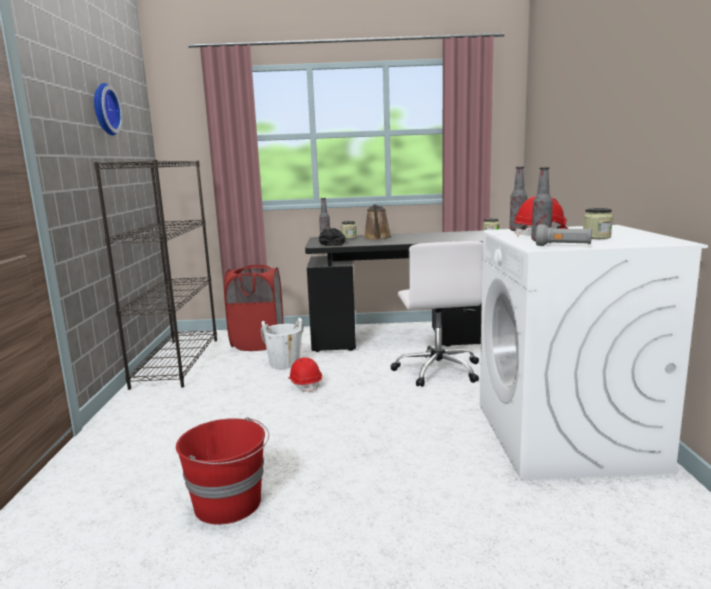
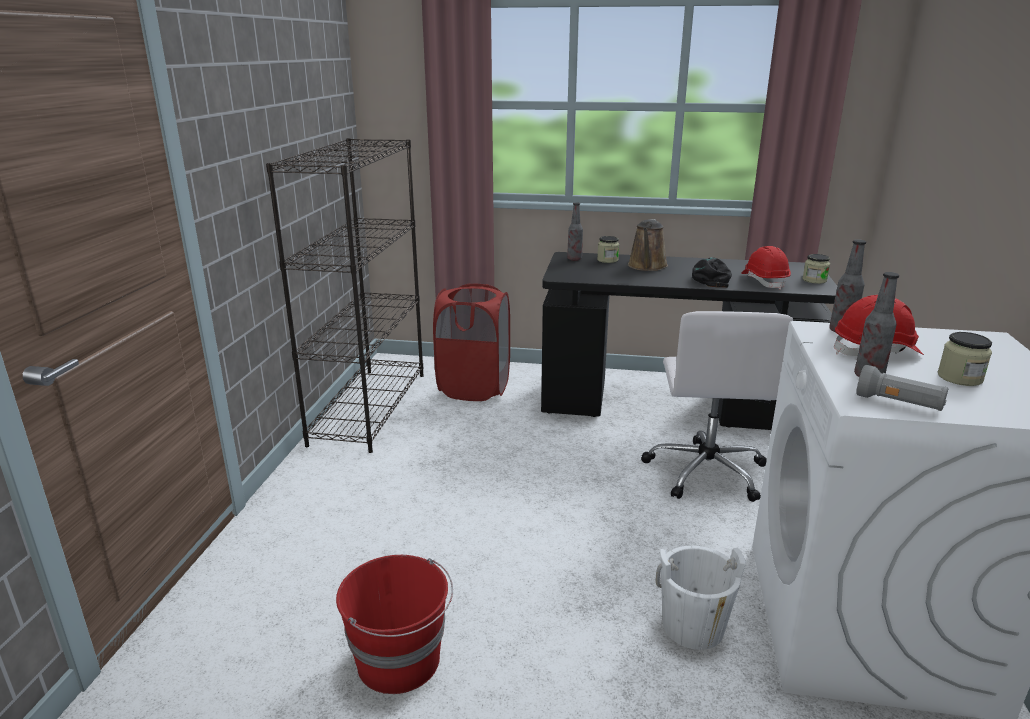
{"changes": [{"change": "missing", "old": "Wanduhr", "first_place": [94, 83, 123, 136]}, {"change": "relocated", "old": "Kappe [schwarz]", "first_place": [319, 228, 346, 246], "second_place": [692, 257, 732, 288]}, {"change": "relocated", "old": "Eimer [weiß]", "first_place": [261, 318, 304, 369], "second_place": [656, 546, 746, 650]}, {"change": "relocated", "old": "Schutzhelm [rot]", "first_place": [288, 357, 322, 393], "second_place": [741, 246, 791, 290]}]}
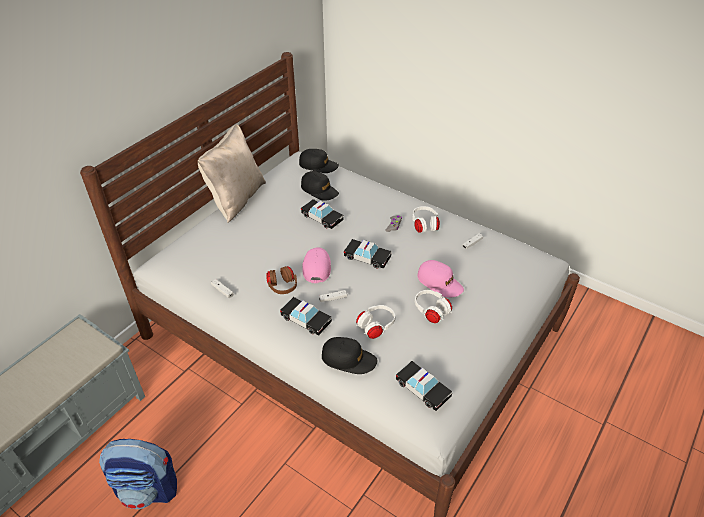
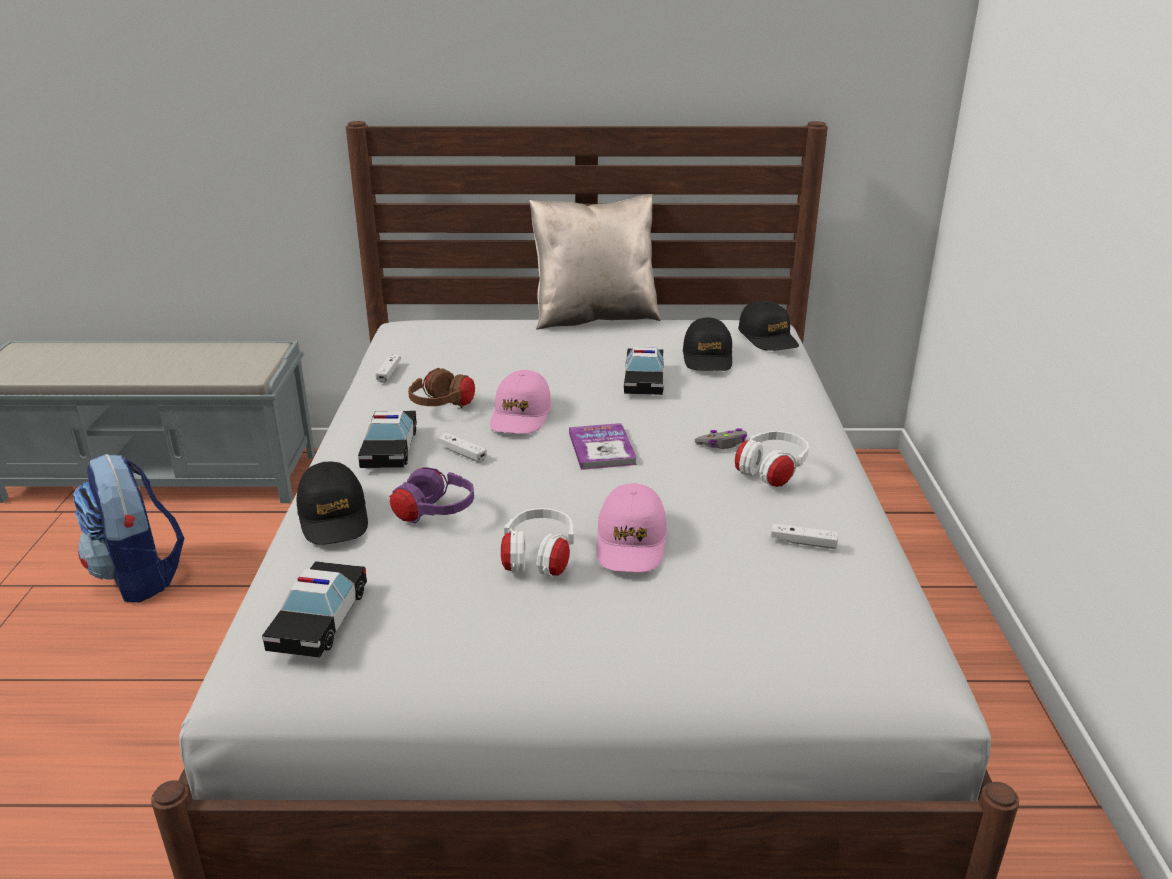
{"changes": [{"change": "exchanged", "old": "Spielzeugauto", "new": "Buch", "first_place": [344, 239, 392, 269], "second_place": [569, 423, 637, 470]}, {"change": "spun", "old": "Kappe [rosa]", "first_place": [302, 247, 331, 283], "second_place": [490, 370, 551, 434], "degrees": 135}, {"change": "colour", "old": "Kopfhörer [weiß]", "new": "Kopfhörer [lila]", "first_place": [356, 305, 395, 339], "second_place": [389, 467, 474, 523]}]}
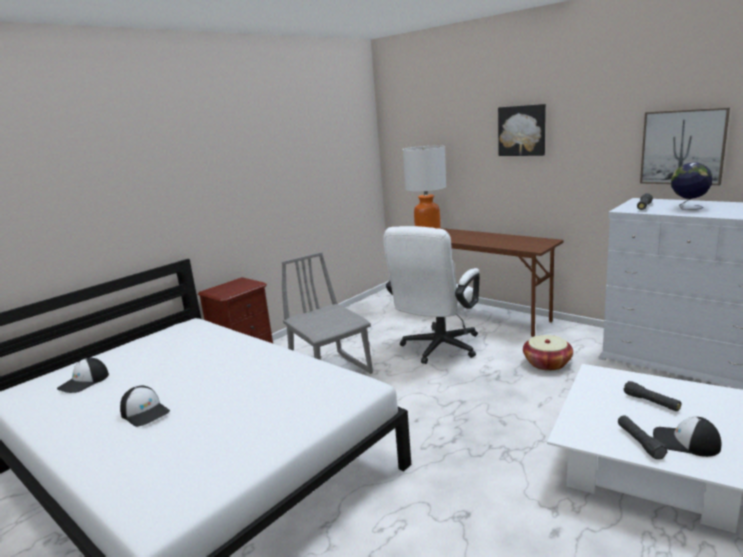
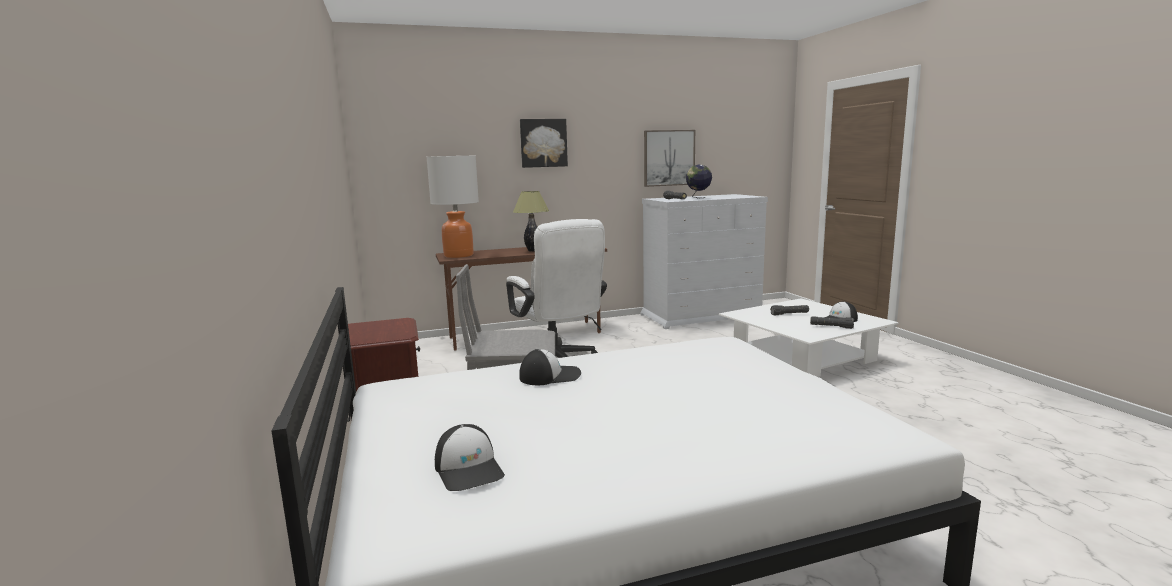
{"changes": [{"change": "missing", "old": "Korb", "first_place": [523, 335, 573, 371]}, {"change": "relocated", "old": "Kappe", "first_place": [120, 386, 170, 427], "second_place": [519, 349, 581, 385]}, {"change": "appeared", "new": "Tischlampe", "second_place": [513, 191, 549, 252]}]}
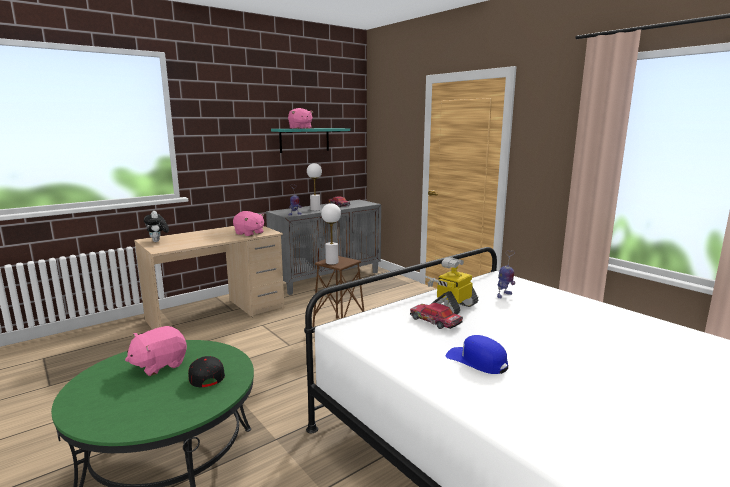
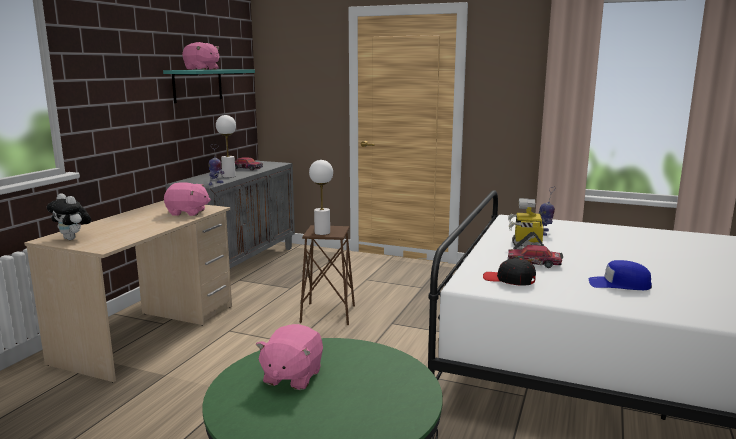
{"changes": [{"change": "relocated", "old": "Kappe [schwarz]", "first_place": [188, 356, 225, 387], "second_place": [483, 258, 536, 286]}]}
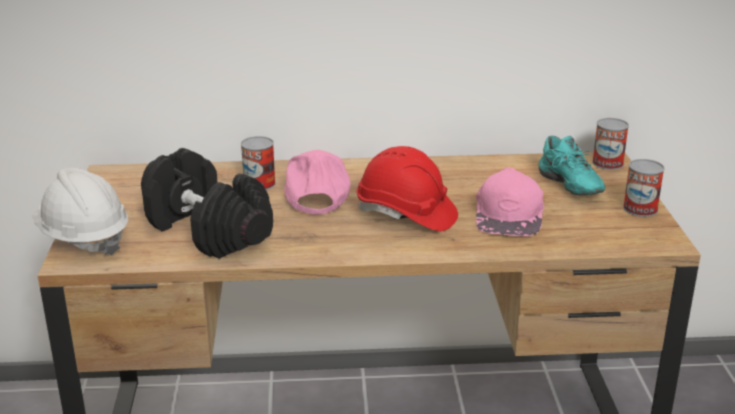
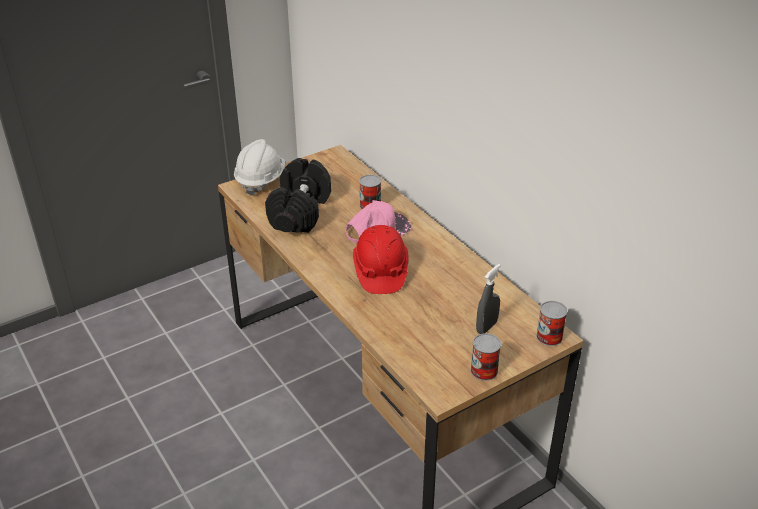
{"changes": [{"change": "exchanged", "old": "Schuh [türkis]", "new": "Sprühflasche [grau]", "first_place": [539, 136, 605, 196], "second_place": [476, 264, 501, 334]}, {"change": "missing", "old": "Kappe [rosa]", "first_place": [476, 167, 544, 236]}]}
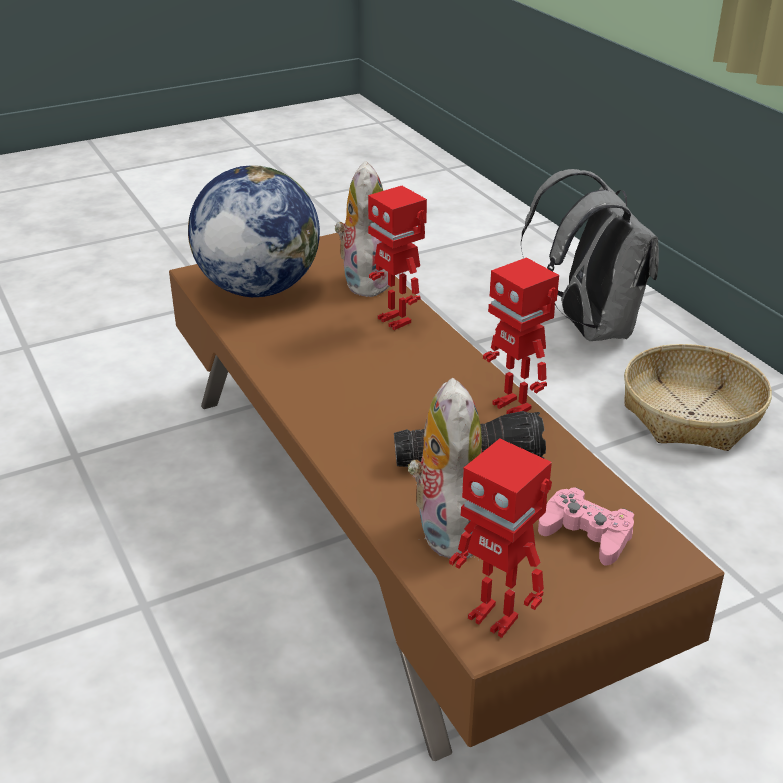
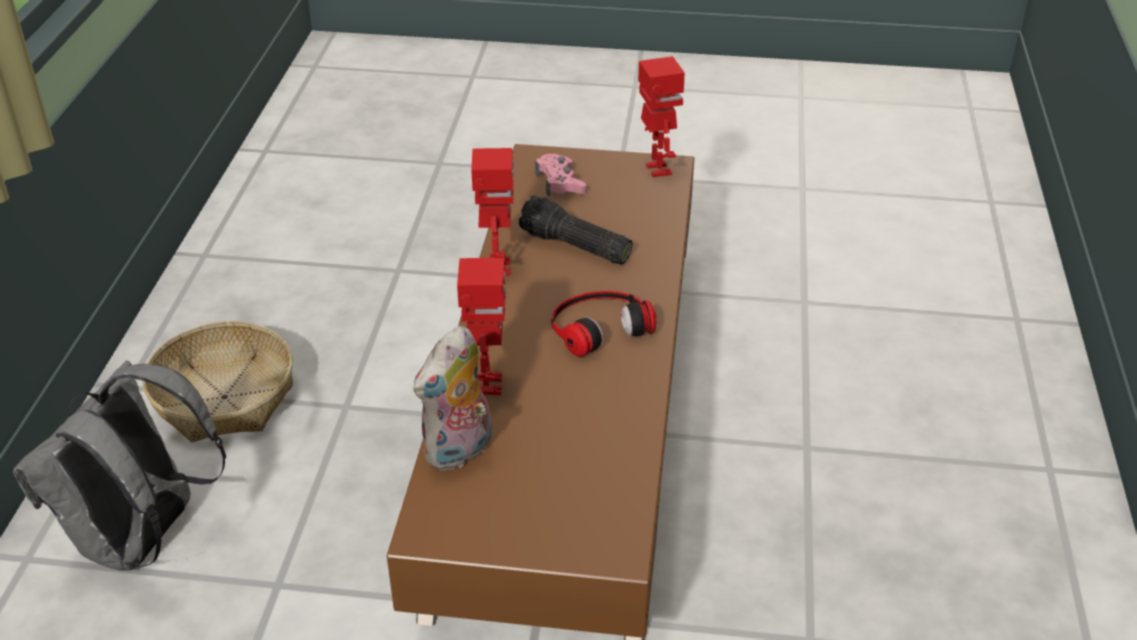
{"changes": [{"change": "missing", "old": "Globus", "first_place": [188, 165, 320, 297]}, {"change": "missing", "old": "Plüschtier", "first_place": [408, 378, 482, 560]}, {"change": "appeared", "new": "Kopfhörer", "second_place": [551, 291, 657, 357]}]}
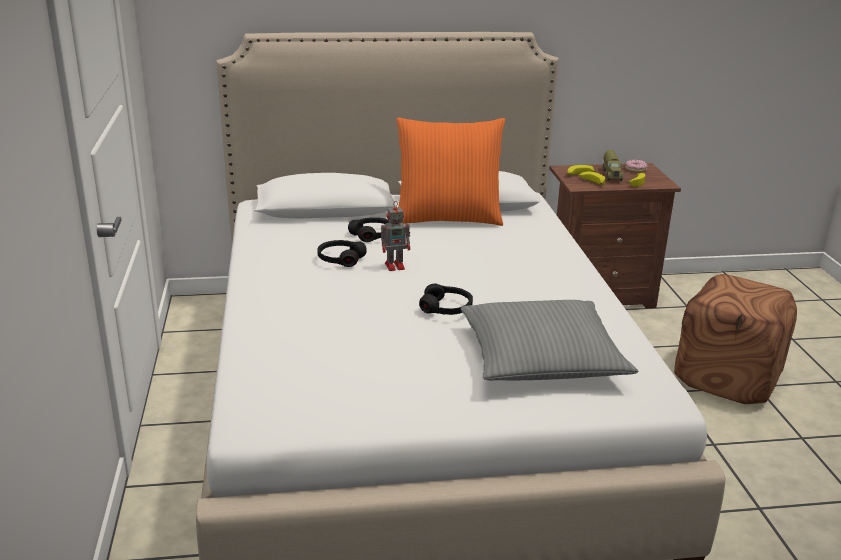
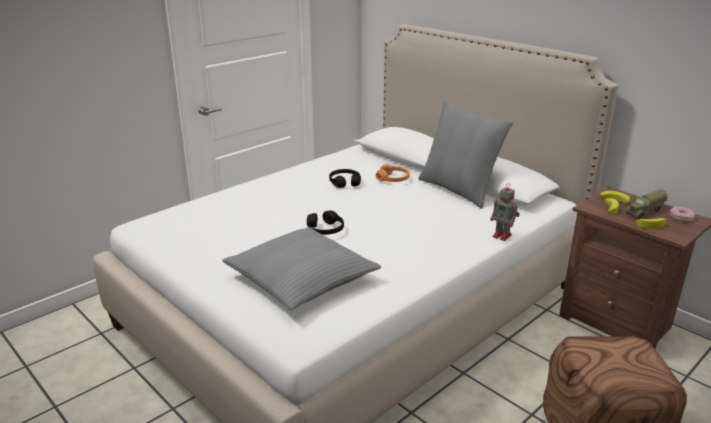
{"changes": [{"change": "colour", "old": "Kissen [orange]", "new": "Kissen [grau]", "first_place": [397, 118, 505, 226], "second_place": [418, 101, 513, 209]}, {"change": "relocated", "old": "Spielzeugroboter", "first_place": [381, 201, 410, 271], "second_place": [491, 183, 520, 241]}, {"change": "colour", "old": "Kopfhörer [schwarz]", "new": "Kopfhörer [orange]", "first_place": [348, 217, 389, 242], "second_place": [376, 164, 410, 182]}]}
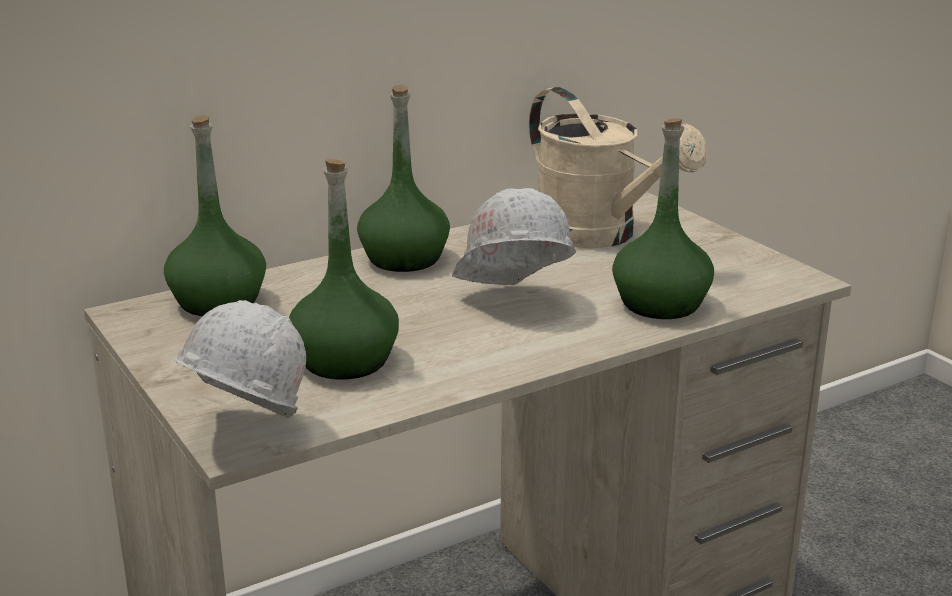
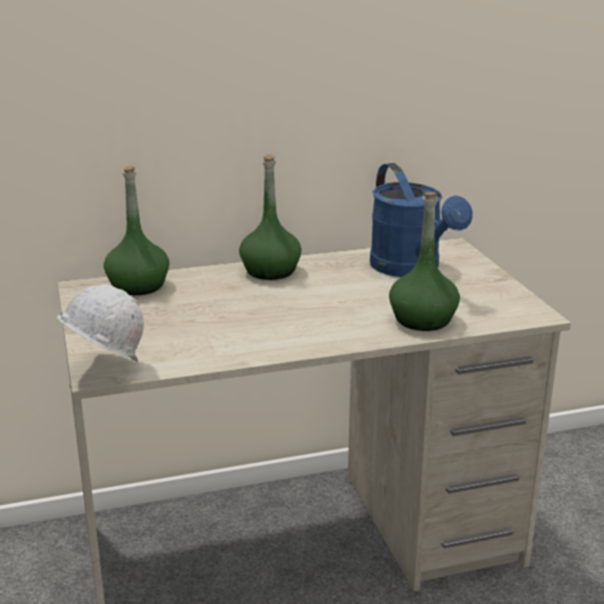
{"changes": [{"change": "colour", "old": "Gießkanne [beige]", "new": "Gießkanne [blau]", "first_place": [529, 87, 707, 248], "second_place": [370, 163, 473, 277]}, {"change": "missing", "old": "Flasche [grün]", "first_place": [289, 159, 399, 380]}, {"change": "missing", "old": "Schutzhelm [weiß]", "first_place": [409, 188, 576, 286]}]}
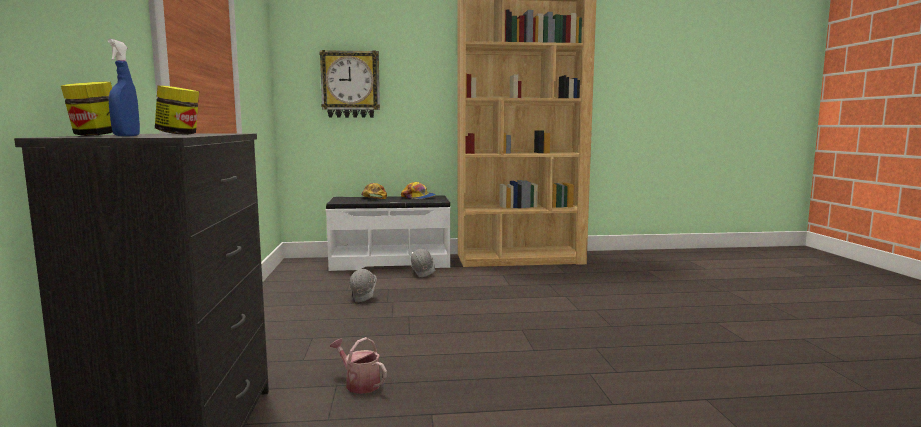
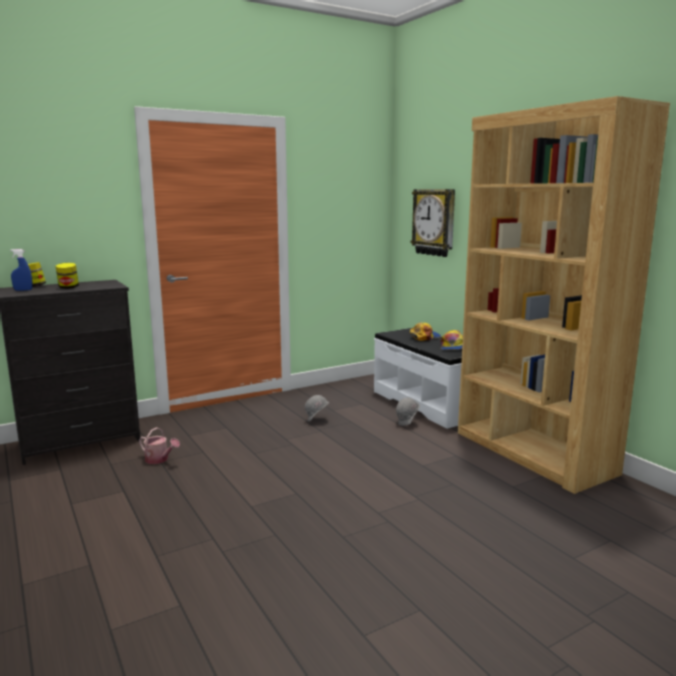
{"changes": [{"change": "spun", "old": "Gießkanne", "first_place": [330, 337, 387, 394], "second_place": [139, 427, 180, 464], "degrees": 105}]}
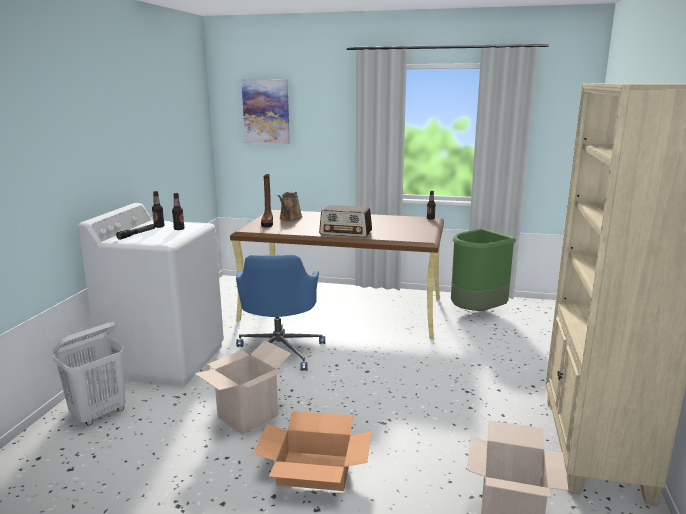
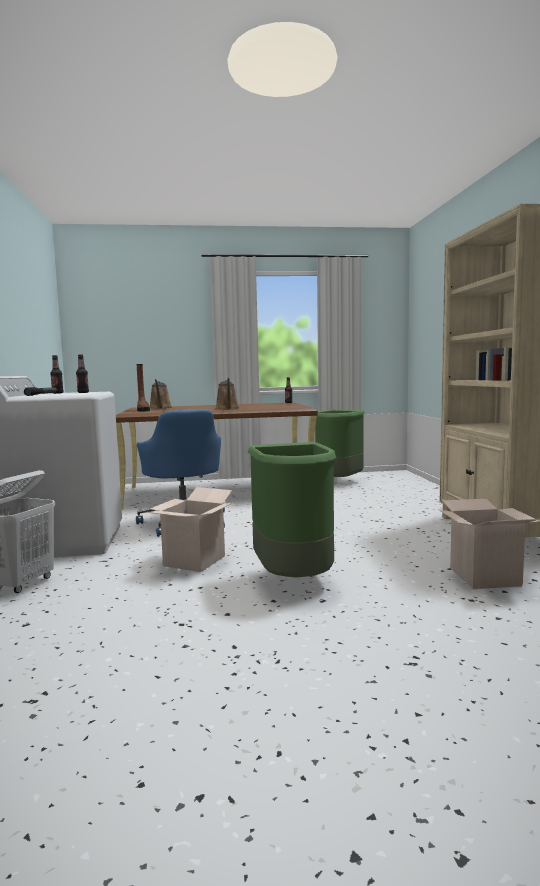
{"changes": [{"change": "missing", "old": "Bild", "first_place": [241, 79, 290, 144]}, {"change": "exchanged", "old": "Radio", "new": "Gießkanne [braun]", "first_place": [319, 205, 372, 237], "second_place": [216, 378, 239, 410]}, {"change": "exchanged", "old": "Karton", "new": "Mülleimer [grün]", "first_place": [253, 411, 371, 491], "second_place": [248, 442, 336, 578]}]}
